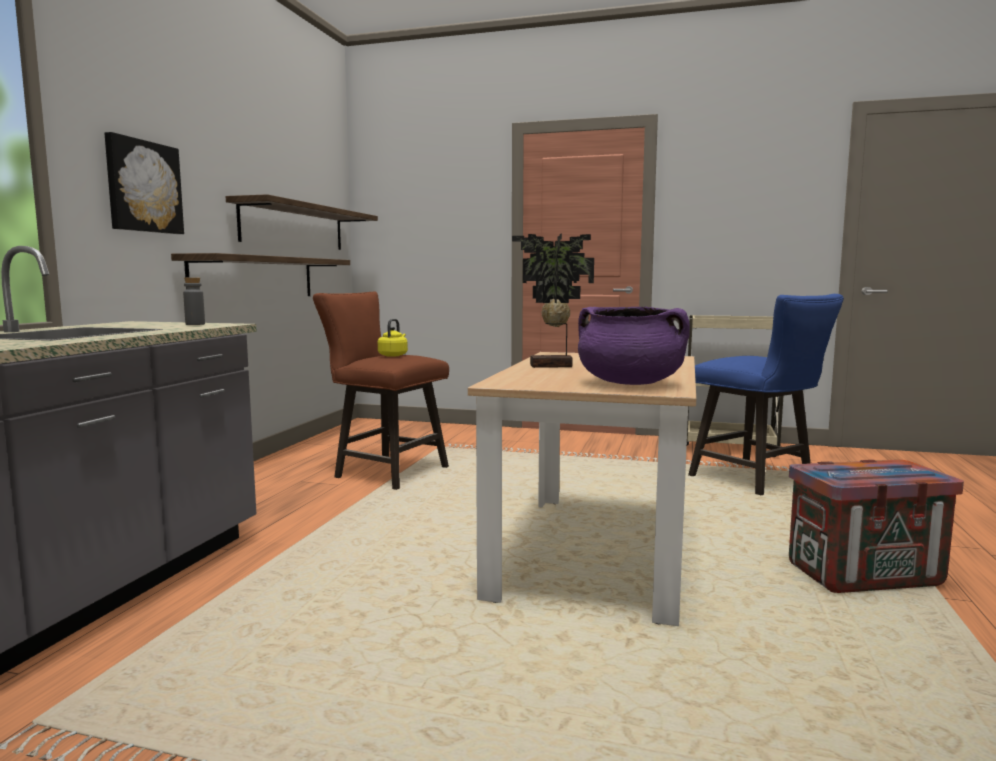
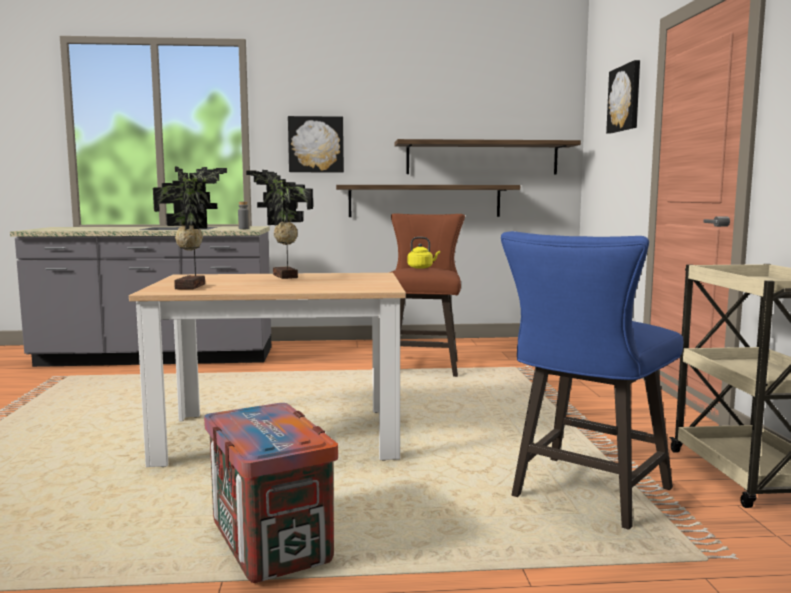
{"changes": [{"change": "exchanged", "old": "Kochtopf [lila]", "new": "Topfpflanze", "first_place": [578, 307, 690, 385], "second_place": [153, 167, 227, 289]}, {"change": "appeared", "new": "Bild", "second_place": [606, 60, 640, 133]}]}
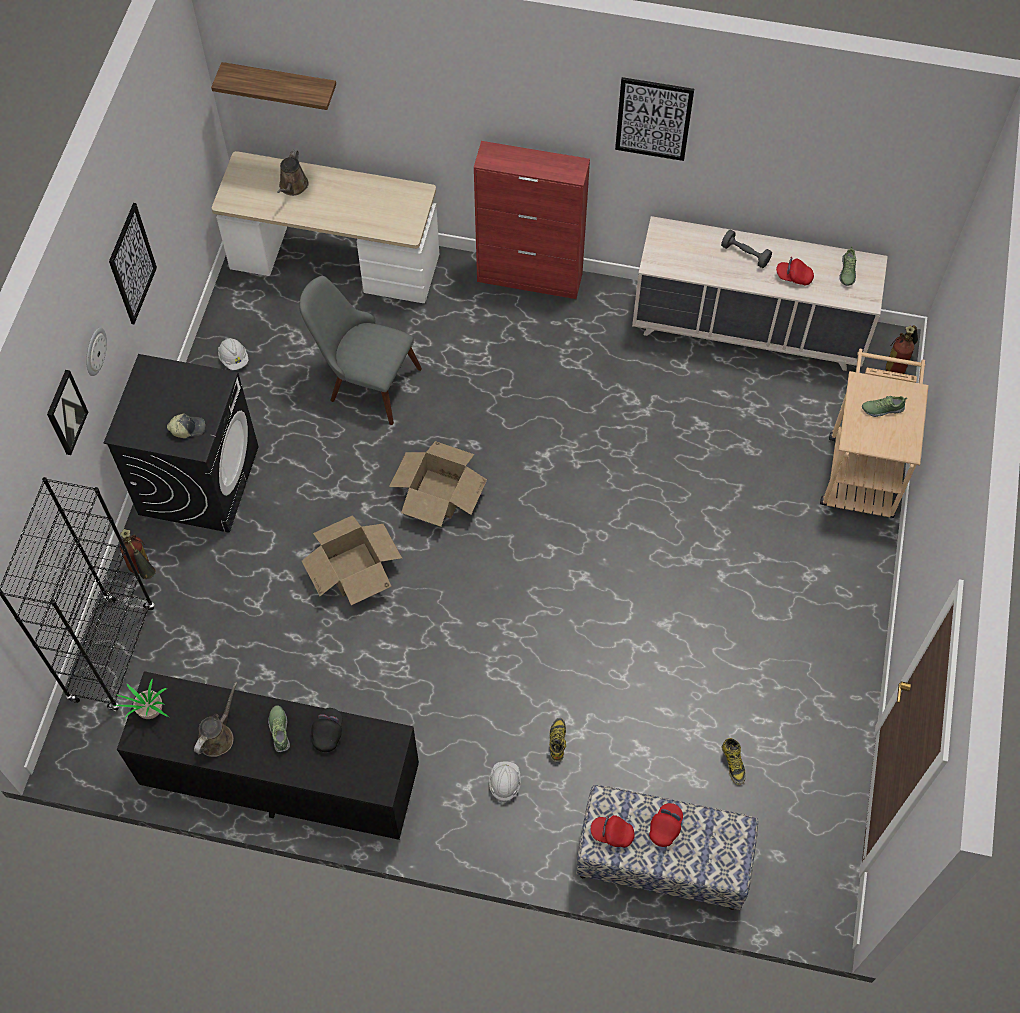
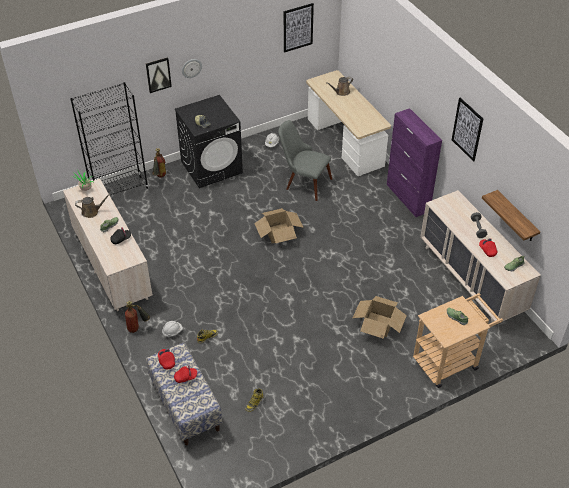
{"changes": [{"change": "relocated", "old": "Wandregal", "first_place": [211, 62, 336, 110], "second_place": [482, 190, 540, 241]}, {"change": "colour", "old": "Schrank [rot]", "new": "Schrank [lila]", "first_place": [474, 141, 590, 299], "second_place": [387, 108, 442, 217]}, {"change": "relocated", "old": "Bild", "first_place": [109, 203, 157, 324], "second_place": [284, 3, 314, 53]}, {"change": "spun", "old": "Stuhl [grau]", "first_place": [299, 276, 422, 425], "second_place": [278, 120, 332, 201], "degrees": -45}, {"change": "relocated", "old": "Feuerlöscher", "first_place": [886, 325, 918, 374], "second_place": [125, 301, 150, 333]}, {"change": "relocated", "old": "Karton", "first_place": [302, 515, 402, 605], "second_place": [353, 296, 407, 339]}, {"change": "colour", "old": "Kommode [schwarz]", "new": "Kommode [beige]", "first_place": [117, 671, 419, 840], "second_place": [63, 179, 153, 311]}]}
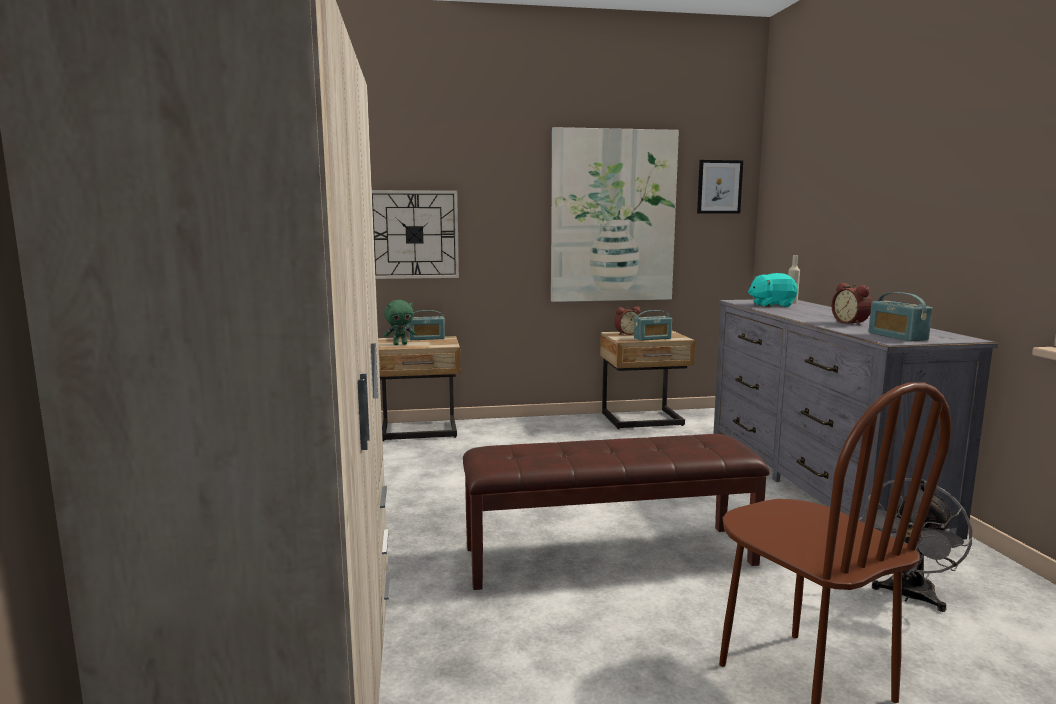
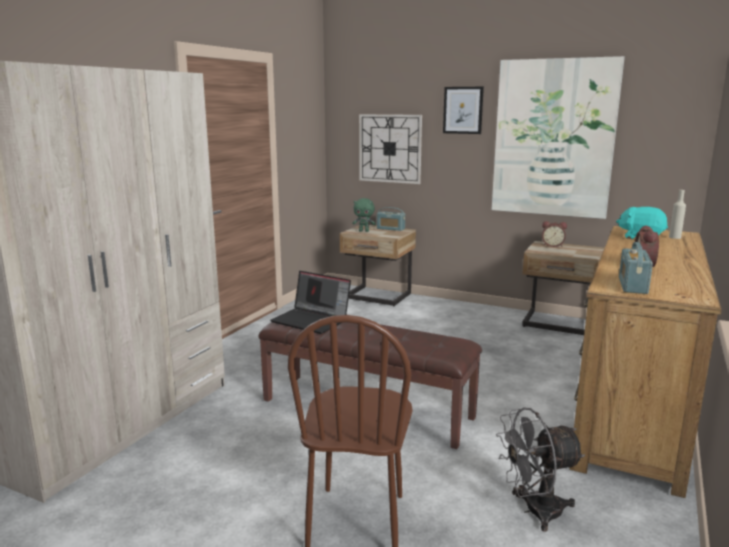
{"changes": [{"change": "relocated", "old": "Bild", "first_place": [697, 160, 743, 214], "second_place": [443, 87, 484, 134]}, {"change": "colour", "old": "Kommode [grau]", "new": "Kommode [braun]", "first_place": [713, 299, 998, 540], "second_place": [569, 226, 722, 498]}, {"change": "missing", "old": "Radio", "first_place": [634, 310, 672, 341]}, {"change": "appeared", "new": "Laptop", "second_place": [270, 271, 351, 334]}]}
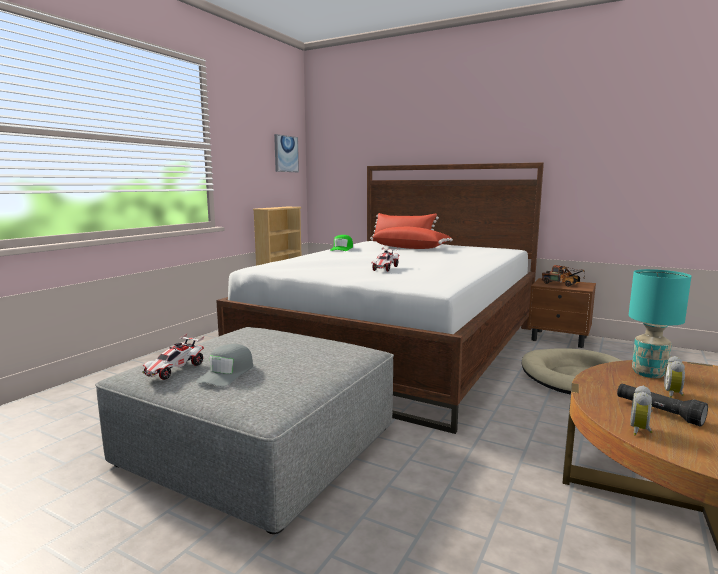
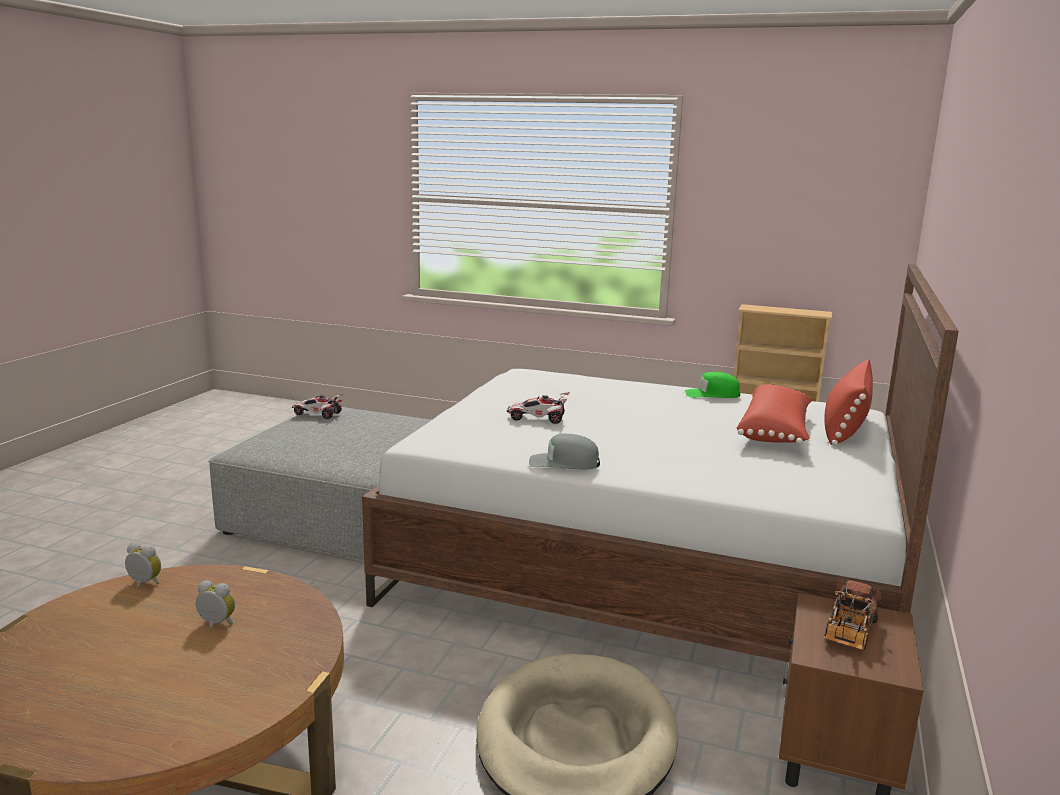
{"changes": [{"change": "missing", "old": "Bild", "first_place": [274, 134, 299, 172]}, {"change": "missing", "old": "Tischlampe [türkis]", "first_place": [629, 269, 691, 378]}, {"change": "relocated", "old": "Kappe [grau]", "first_place": [196, 344, 253, 387], "second_place": [529, 434, 600, 470]}, {"change": "missing", "old": "Taschenlampe [schwarz]", "first_place": [617, 384, 708, 427]}]}
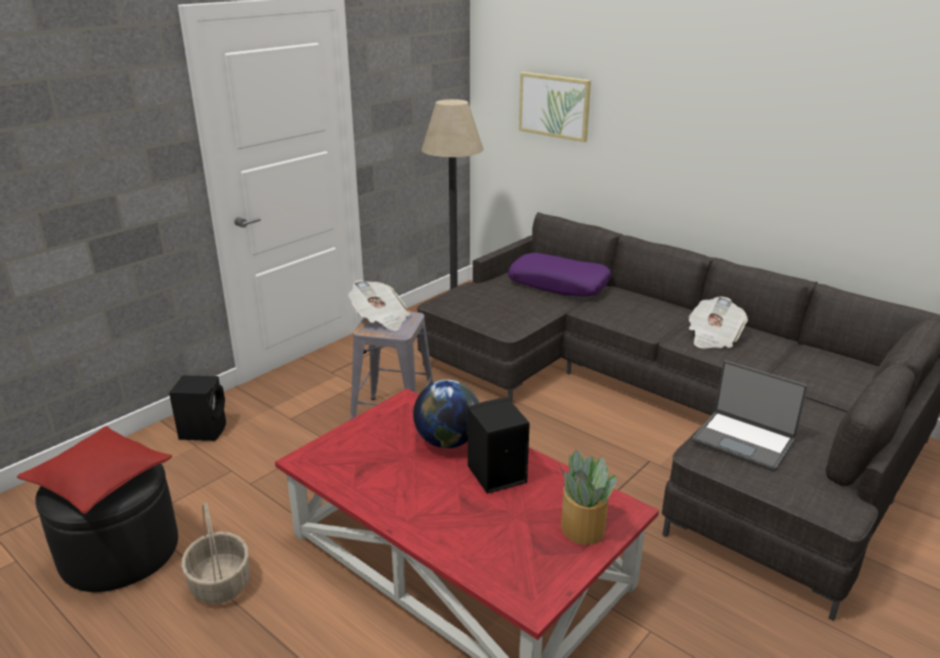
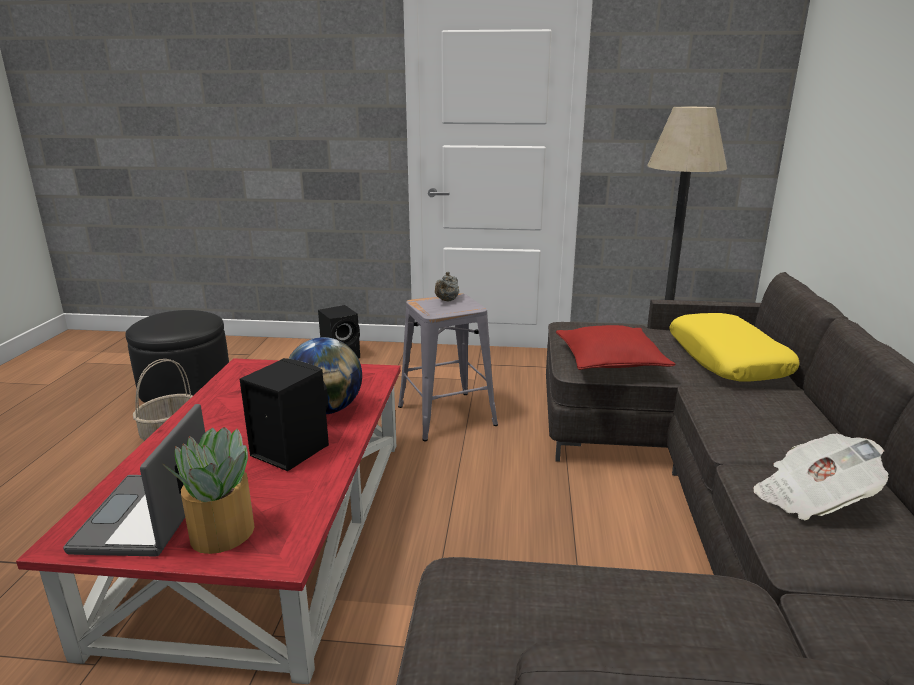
{"changes": [{"change": "missing", "old": "Bild", "first_place": [519, 72, 591, 142]}, {"change": "colour", "old": "Kissen [lila]", "new": "Kissen [gelb]", "first_place": [508, 253, 611, 296], "second_place": [670, 313, 800, 382]}, {"change": "exchanged", "old": "Zeitung", "new": "Teekanne [grau]", "first_place": [348, 280, 410, 331], "second_place": [435, 272, 459, 301]}, {"change": "relocated", "old": "Laptop", "first_place": [693, 361, 807, 472], "second_place": [63, 404, 205, 557]}, {"change": "relocated", "old": "Kissen [rot]", "first_place": [17, 426, 172, 514], "second_place": [556, 325, 675, 370]}]}
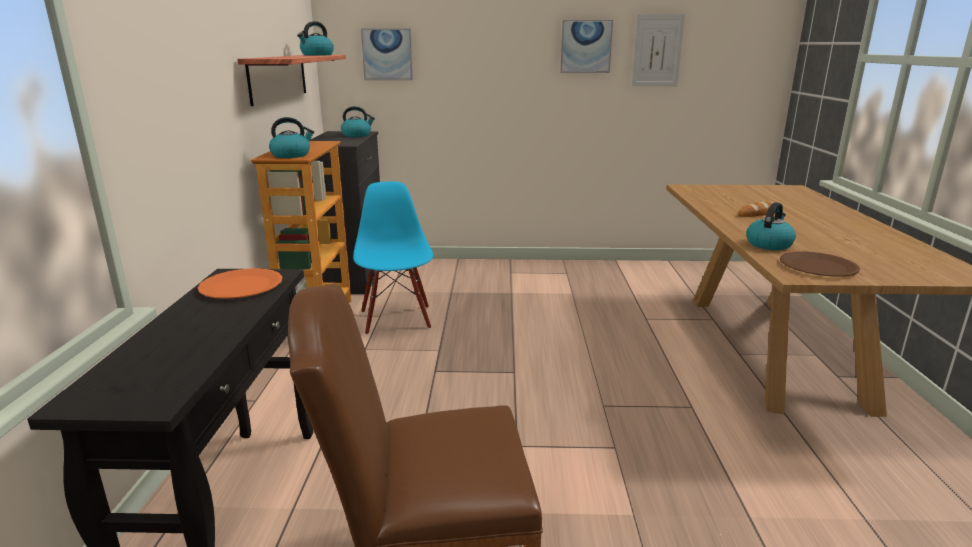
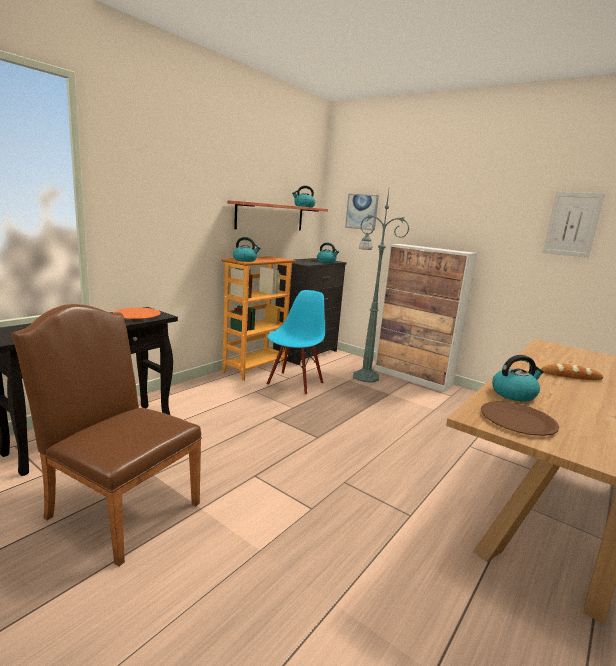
{"changes": [{"change": "missing", "old": "Bild", "first_place": [560, 20, 613, 73]}, {"change": "appeared", "new": "Stehlampe [grün]", "second_place": [353, 191, 409, 383]}, {"change": "appeared", "new": "Schrank", "second_place": [374, 244, 477, 392]}]}
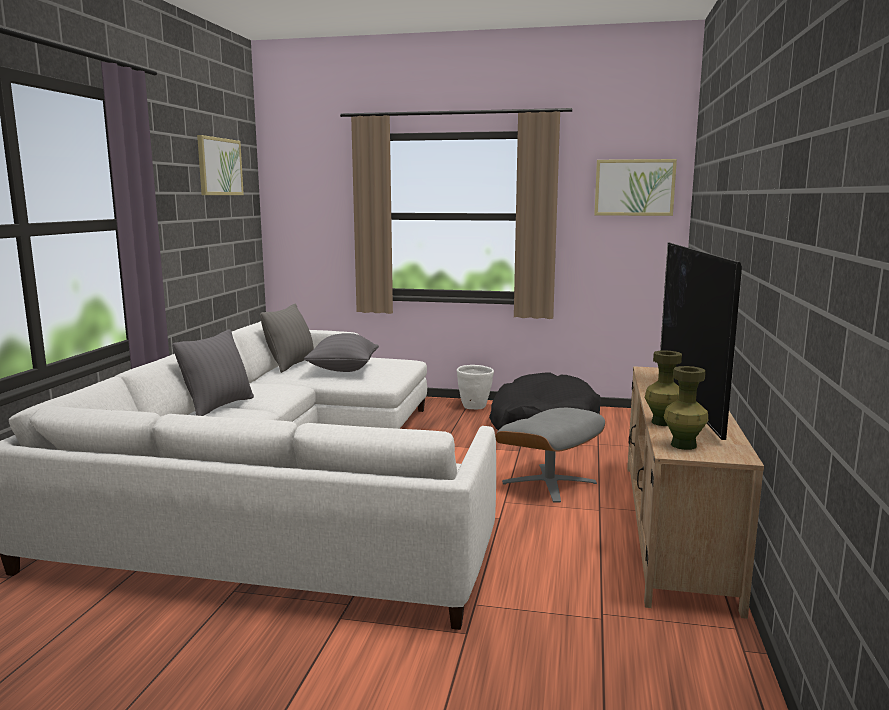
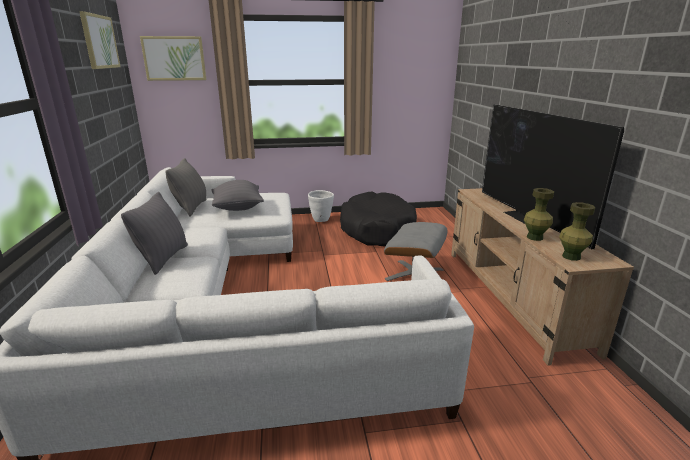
{"changes": [{"change": "relocated", "old": "Bild", "first_place": [594, 159, 677, 216], "second_place": [140, 36, 206, 81]}]}
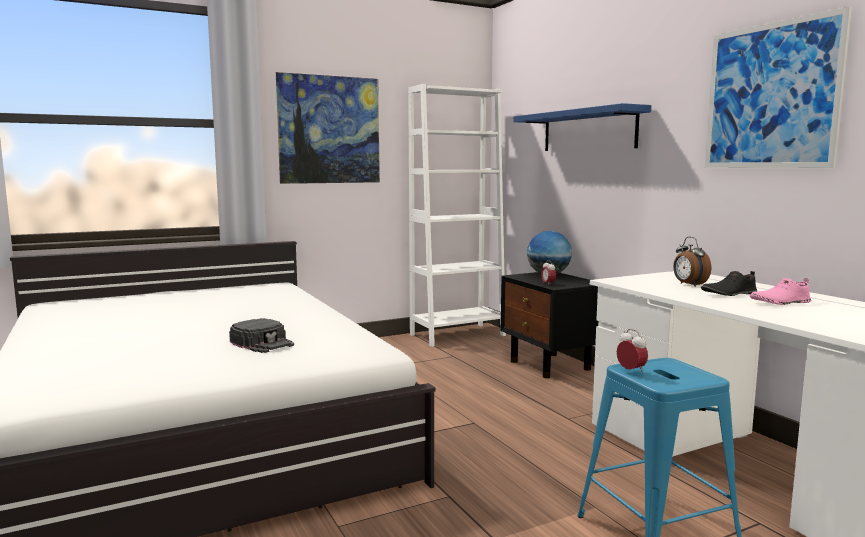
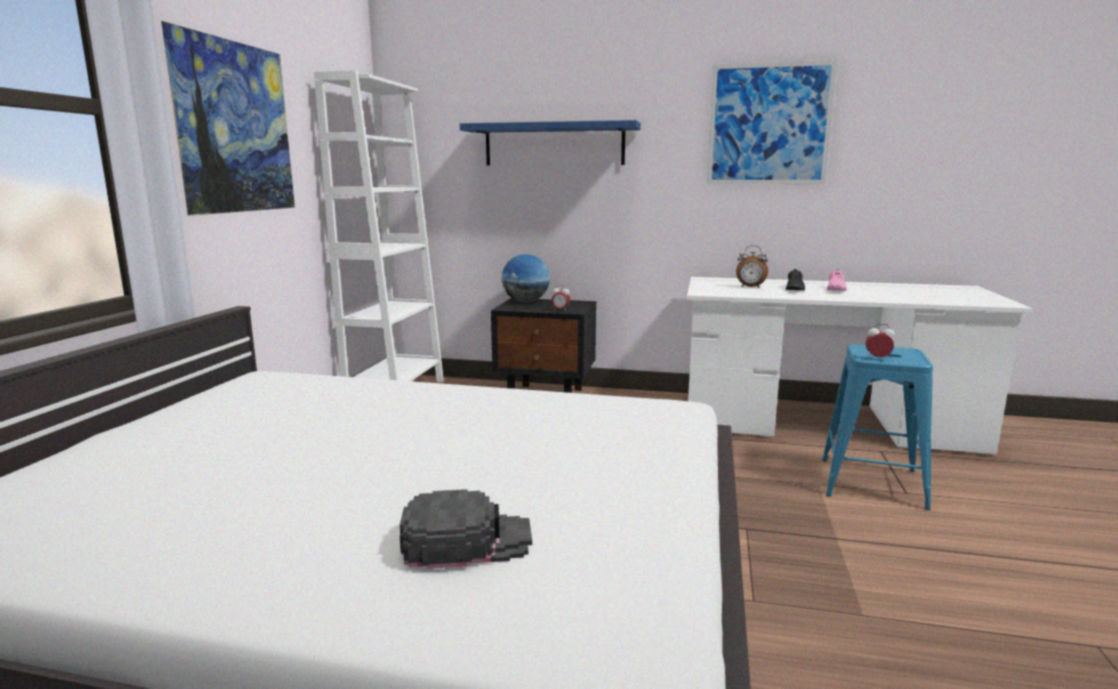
{"changes": [{"change": "relocated", "old": "Kappe [schwarz]", "first_place": [229, 318, 294, 353], "second_place": [400, 489, 532, 569]}]}
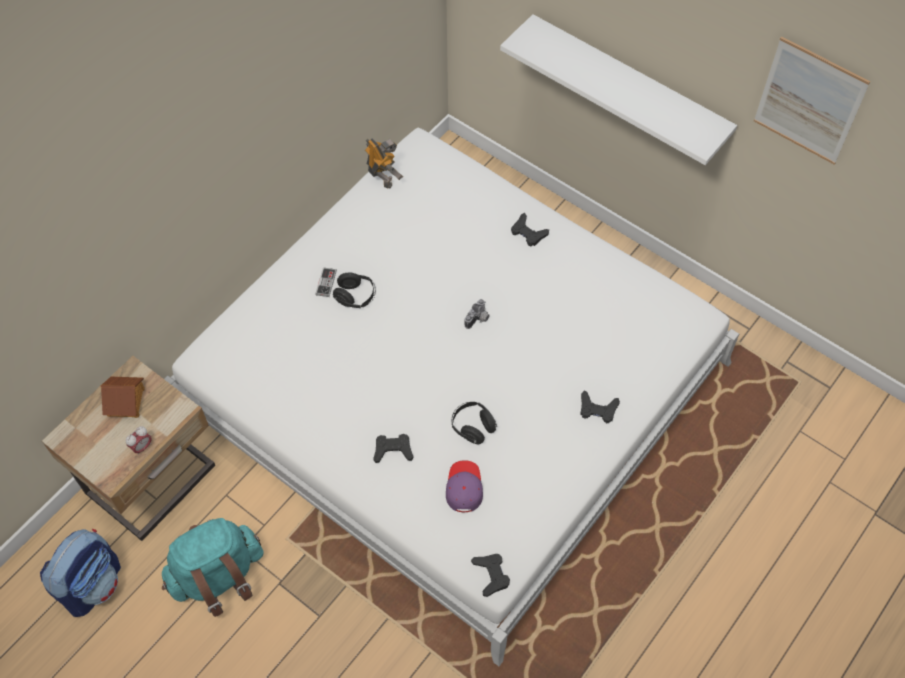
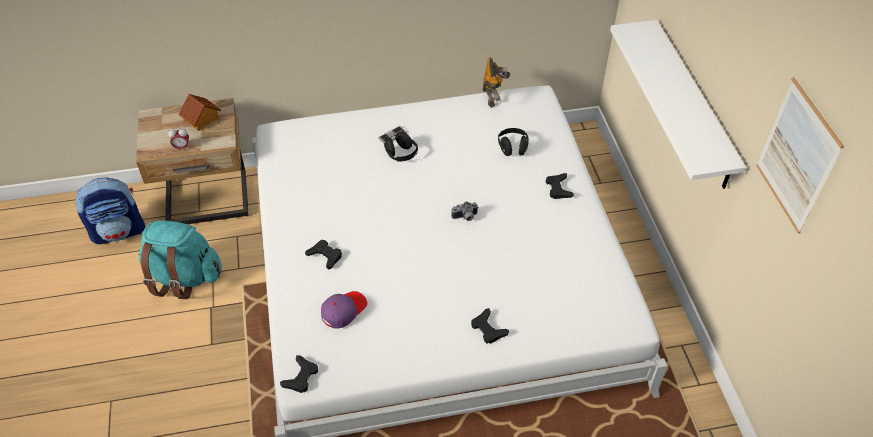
{"changes": [{"change": "relocated", "old": "Kopfhörer [schwarz]", "first_place": [452, 402, 497, 444], "second_place": [498, 128, 529, 156]}]}
